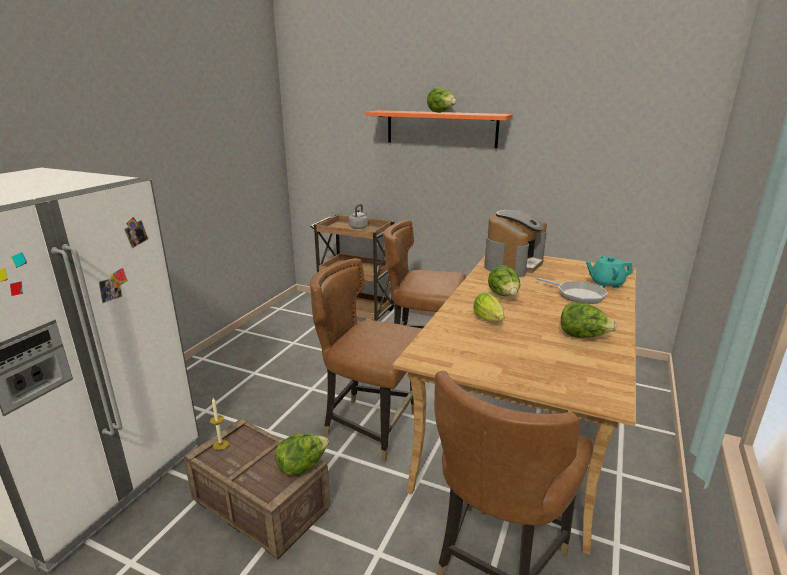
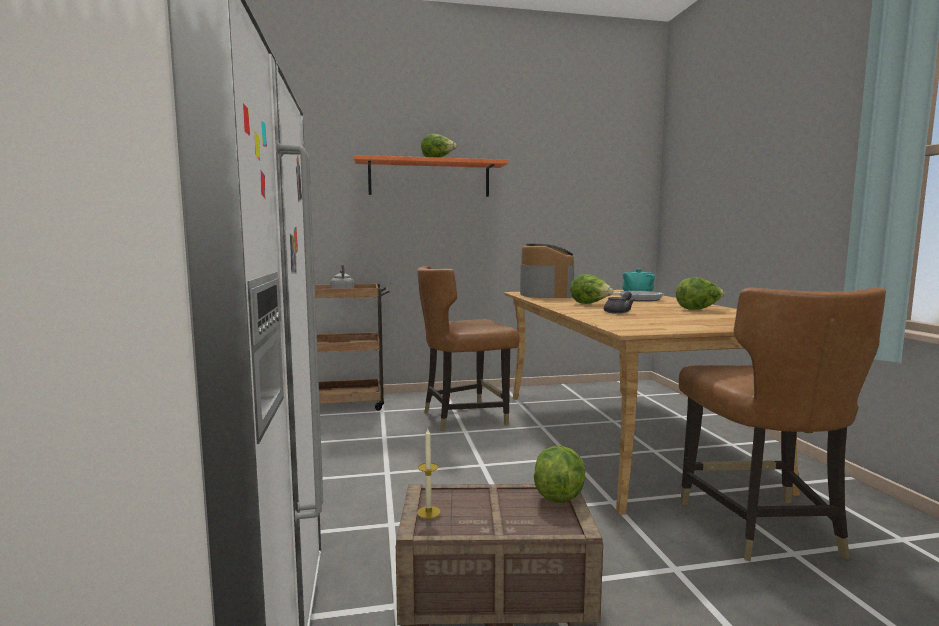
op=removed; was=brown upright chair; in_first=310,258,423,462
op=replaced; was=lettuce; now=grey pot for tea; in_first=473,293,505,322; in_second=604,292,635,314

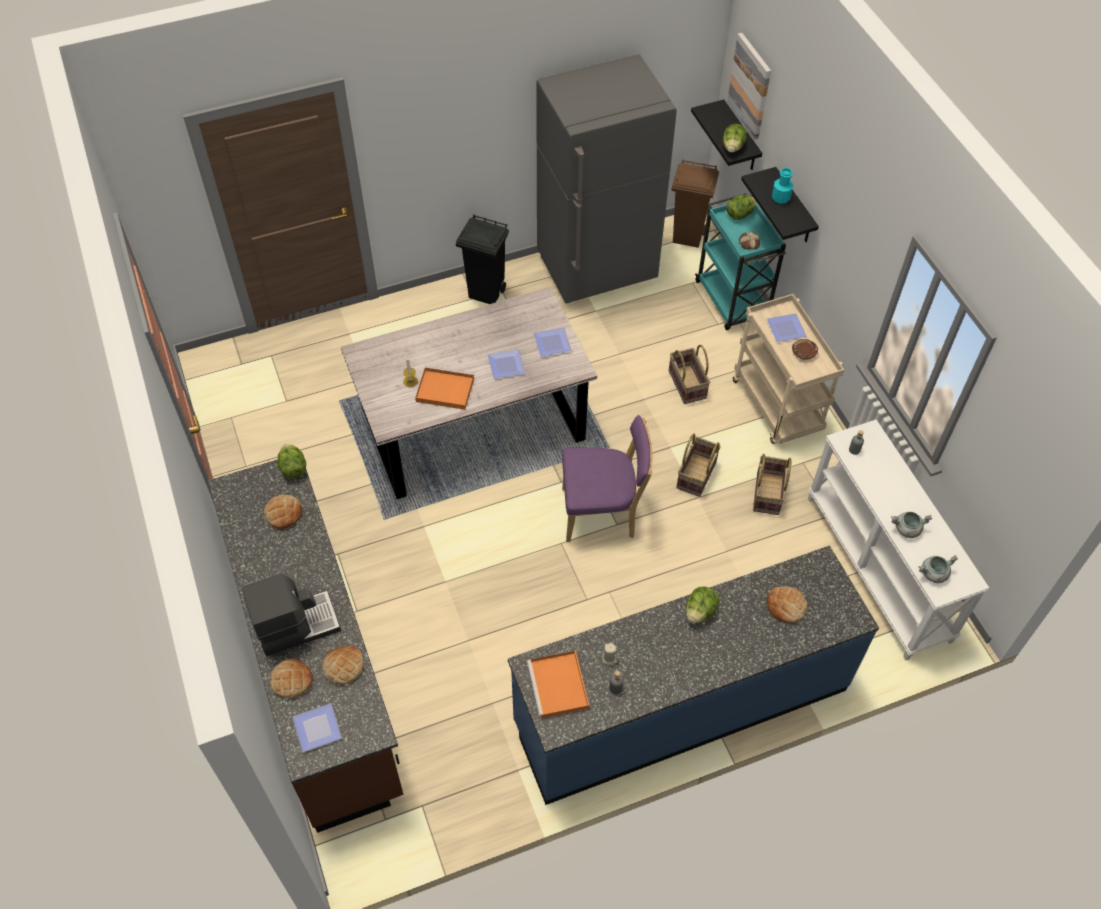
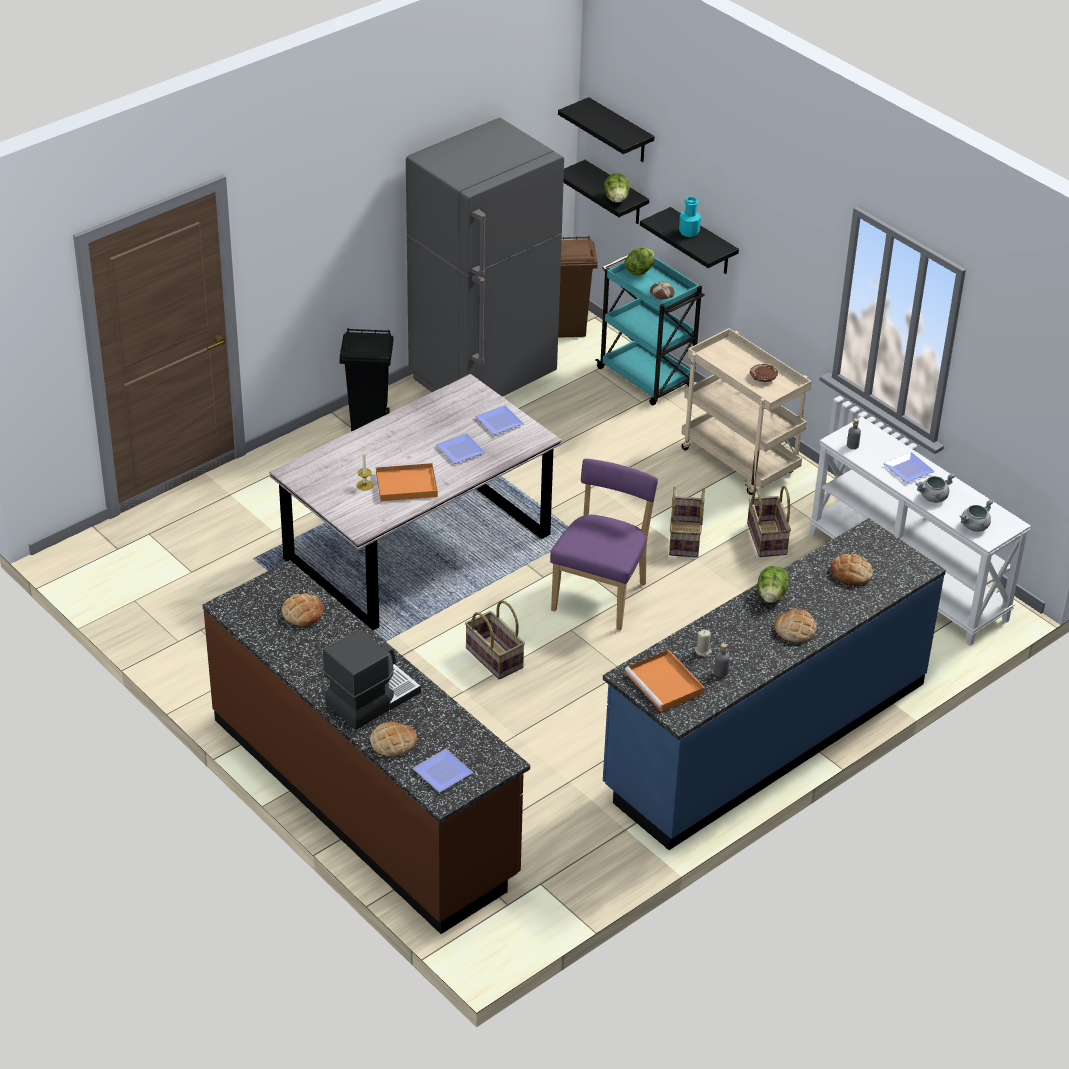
op=removed; was=lettuce; in_first=278,444,306,479
op=moved; was=baked bread; in_first=322,645,364,685; in_second=774,609,817,642
op=turned; was=purple-coloured upright chair; in_first=562,415,653,542; in_second=550,459,658,631; clockwise=-45
op=moved; was=storage basket; in_first=669,345,710,404; in_second=465,600,525,679
op=replaced; was=wall art; now=blackish bracket shelf; in_first=727,33,771,140; in_second=558,97,655,162
op=moved; was=flat dish; in_first=767,313,807,342; in_second=883,452,935,483

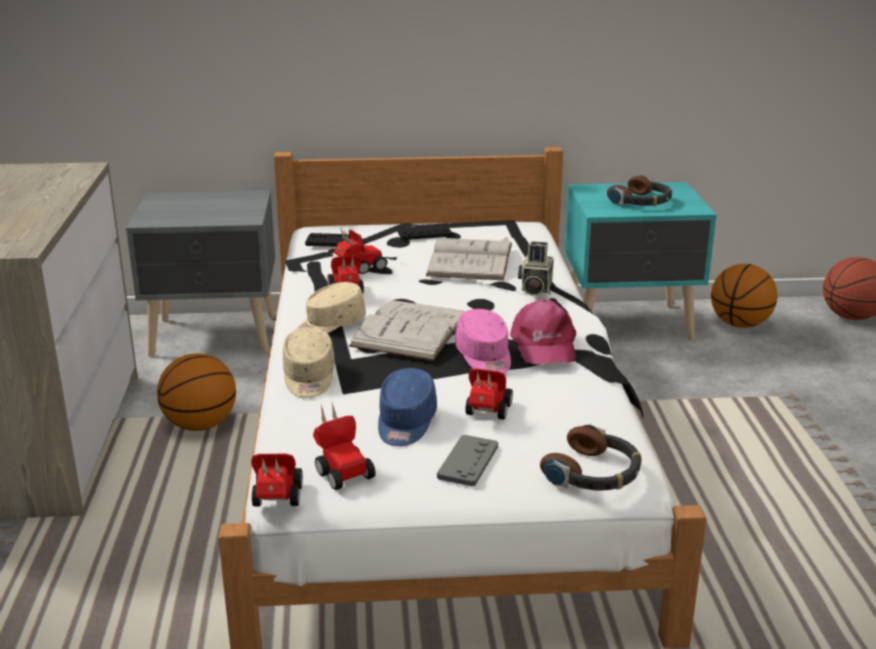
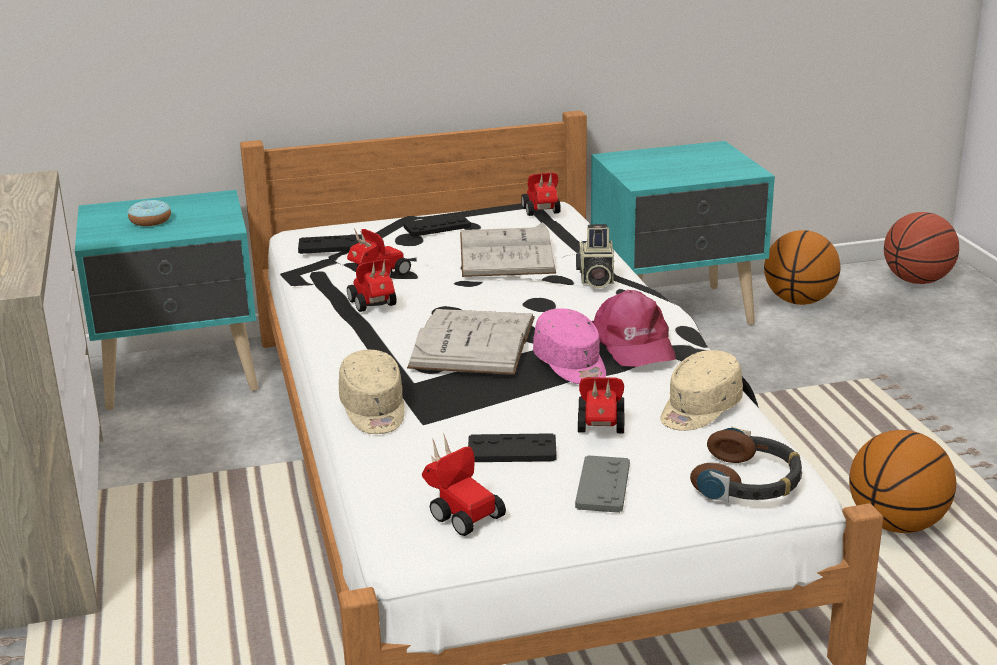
op=recoloured; was=grey bedside table; now=blue-green bedside table; in_first=126,191,275,357; in_second=75,190,258,410
op=moved; was=ball for basketball; in_first=157,354,236,431; in_second=849,430,956,533
op=moved; was=toy car; in_first=251,454,303,506; in_second=521,173,561,216
op=moved; was=sand-coloured cap; in_first=296,282,366,333; in_second=660,350,743,431
op=replaced; was=bluish cap; now=blackish joypad; in_first=378,368,437,446; in_second=468,433,557,462
op=removed; was=headphones; in_first=607,175,672,206
op=added; now=doughnut; in_second=127,200,171,226

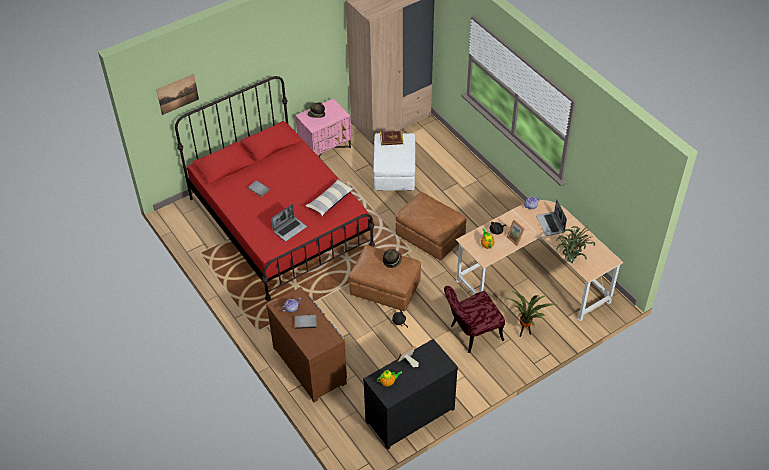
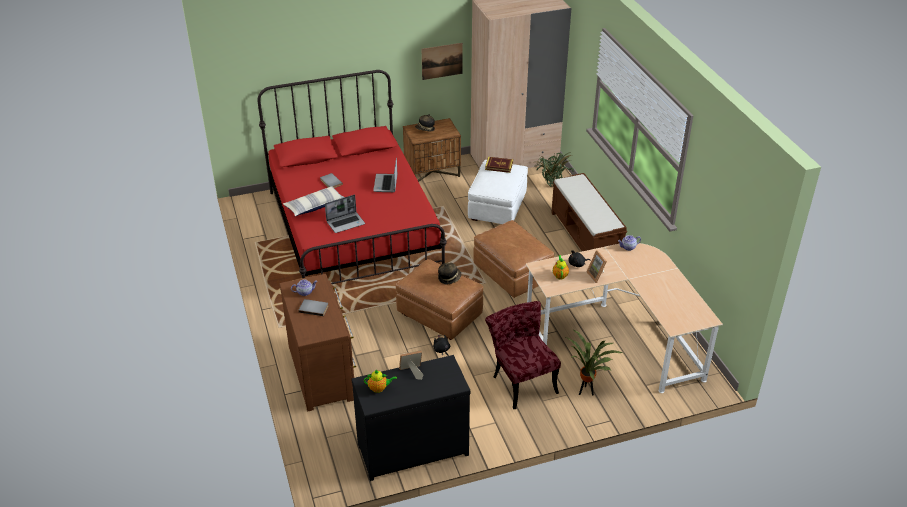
op=moved; was=wall art; in_first=156,74,199,115; in_second=422,43,463,80
op=recoloured; was=pink bedside table; now=brown bedside table; in_first=295,99,351,157; in_second=403,118,461,182
op=moved; was=throw pillow; in_first=305,179,355,216; in_second=283,186,344,216
op=turned; was=reddish upright chair; in_first=444,286,505,353; in_second=485,301,561,409; clockwise=75
op=moved; was=laptop; in_first=536,199,567,236; in_second=373,157,397,192
op=moved; was=potted plant; in_first=556,226,595,263; in_second=536,152,574,187
op=added; now=brown bench; in_second=551,173,627,251

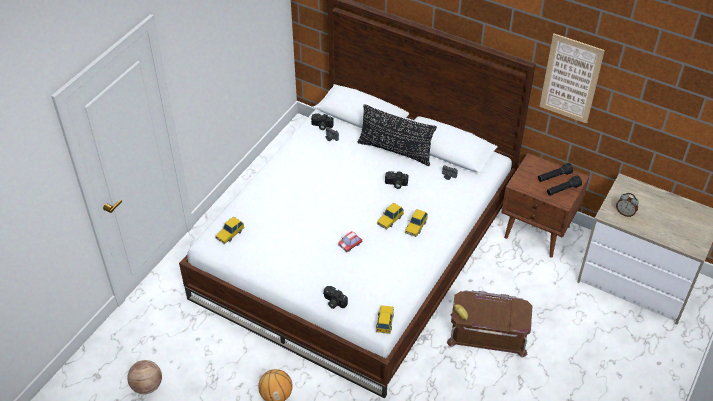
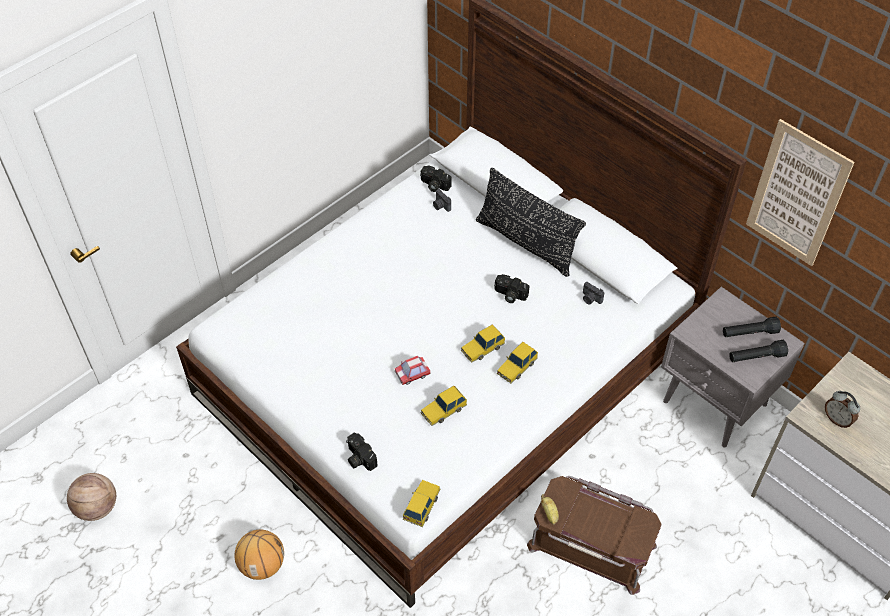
op=moved; was=toy car; in_first=216,216,245,244; in_second=420,386,467,426
op=recoloured; was=brown bedside table; now=grey bedside table; in_first=501,153,589,258; in_second=661,287,805,448

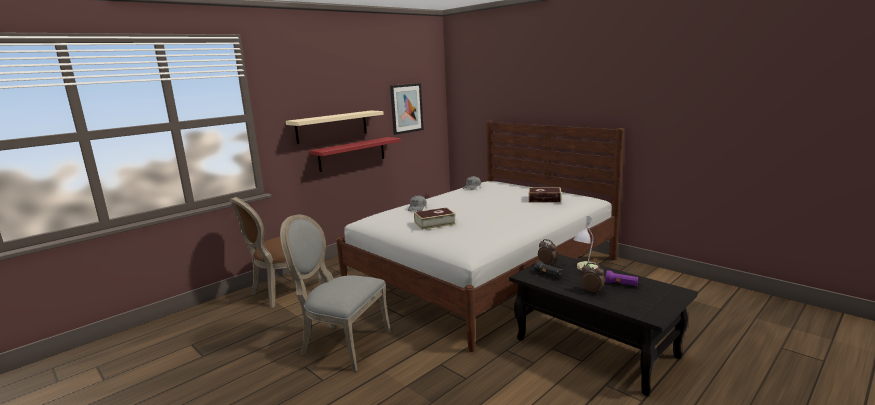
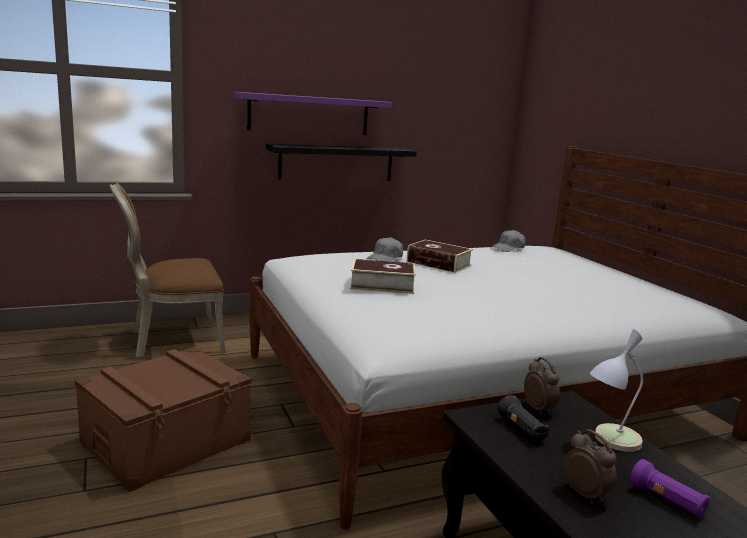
op=replaced; was=grey upright chair; now=brown storage bin; in_first=280,214,391,372; in_second=75,347,252,492
op=recoloured; was=sand-coloured bracket shelf; now=purple-coloured bracket shelf; in_first=286,111,384,144; in_second=234,92,392,135
op=recoloured; was=reddish bracket shelf; now=blackish bracket shelf; in_first=310,137,401,172; in_second=266,143,417,180
op=removed; was=wall art; in_first=390,83,424,135
op=moved; was=bound book; in_first=529,187,561,203; in_second=407,240,473,273

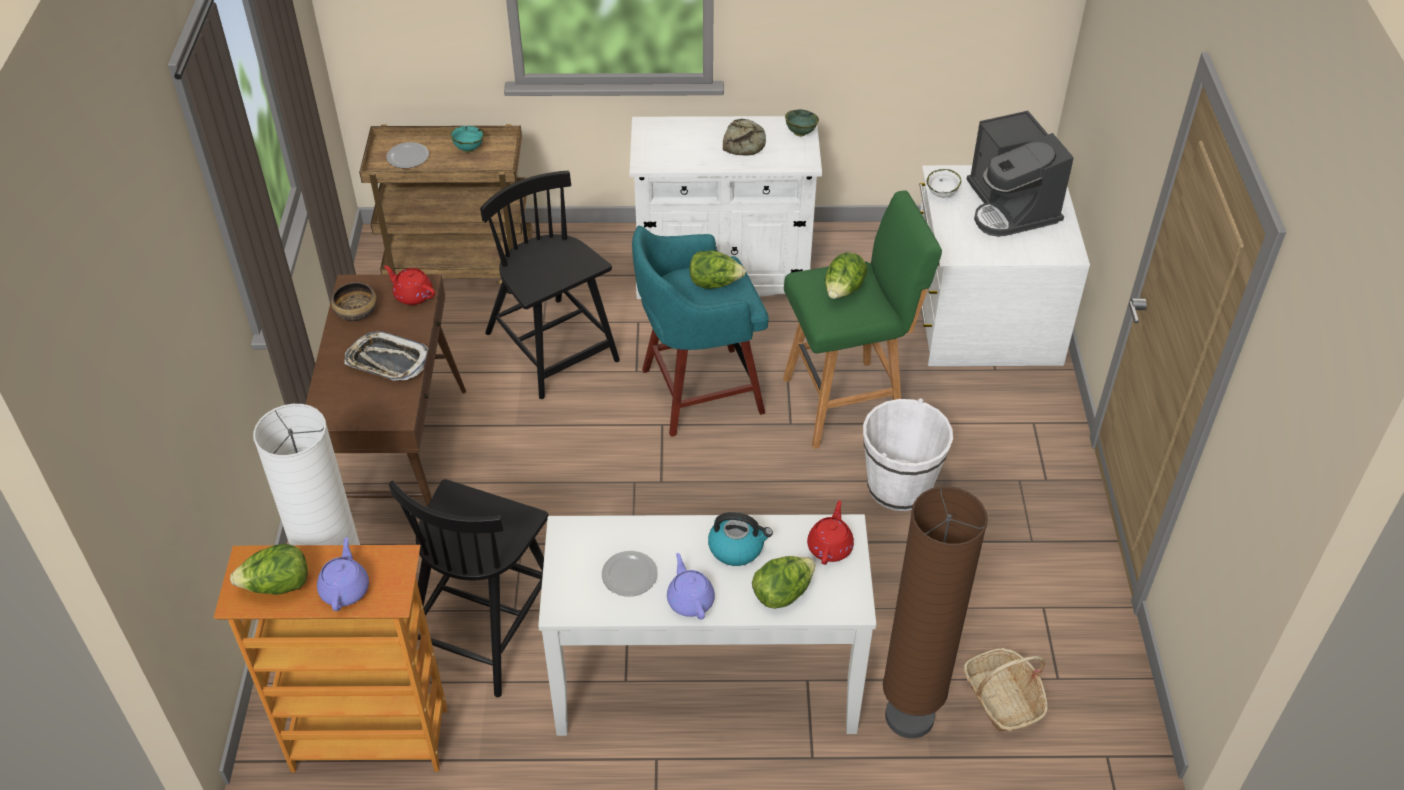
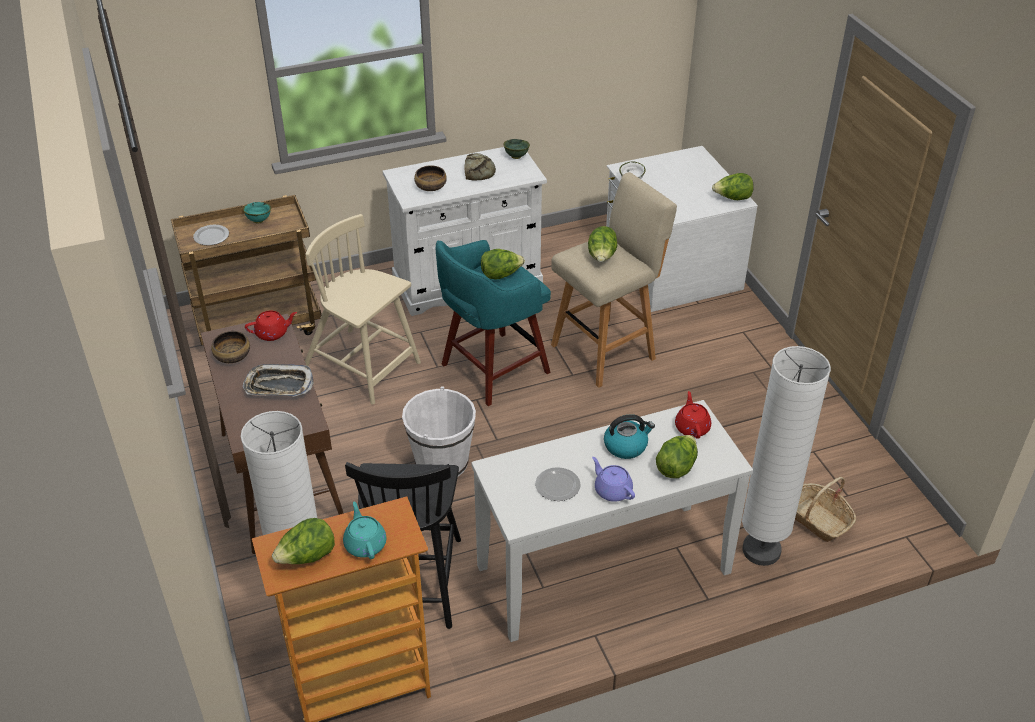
op=recoloured; was=purple-coloured pot for tea; now=blue-green pot for tea; in_first=317,537,369,611; in_second=343,502,386,559
op=turned; was=reddish pot for tea; in_first=384,266,435,305; in_second=245,310,297,341; clockwise=150
op=recoloured; was=blackish upright chair; now=sand-coloured upright chair; in_first=480,171,620,399; in_second=305,214,421,405
op=recoloured; was=green-coloured sitting stool; now=sand-coloured sitting stool; in_first=783,190,942,449; in_second=551,172,677,388
op=moved; was=white pail; in_first=863,399,953,511; in_second=402,386,476,477
op=recoloured; was=brown floor lamp; now=white floor lamp; in_first=883,486,988,738; in_second=742,346,831,566
op=removed; was=coffee machine; in_first=966,111,1074,237
op=added; now=deep dish; in_second=414,165,447,191
op=added; now=lettuce; in_second=712,173,754,200

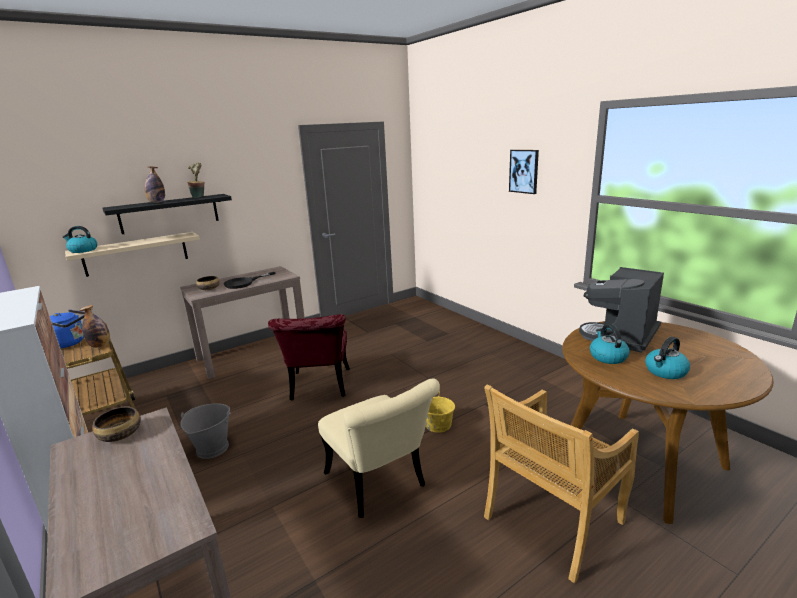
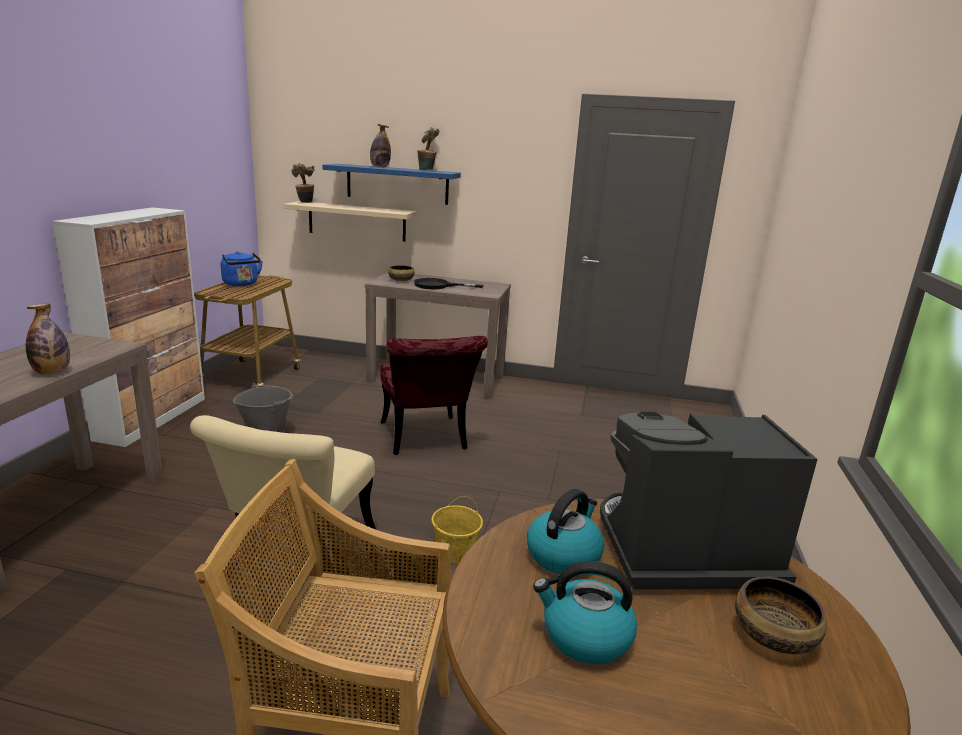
op=replaced; was=water kettle; now=potted plant; in_first=63,226,97,253; in_second=291,163,314,203
op=moved; was=bottle; in_first=79,305,110,348; in_second=26,303,70,375
op=moved; was=deep dish; in_first=92,406,141,442; in_second=735,576,827,654
op=recoloured; was=blackish bracket shelf; now=bluish bracket shelf; in_first=103,194,232,234; in_second=322,164,461,205
op=turned; was=reddish upright chair; in_first=268,314,350,400; in_second=380,336,488,455; clockwise=-60
op=removed; was=wall art; in_first=509,150,539,194

